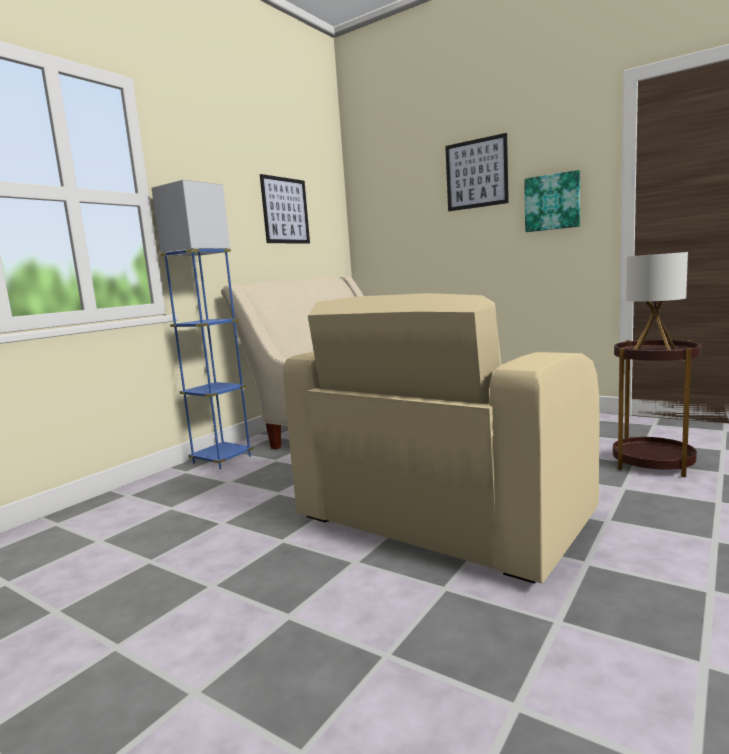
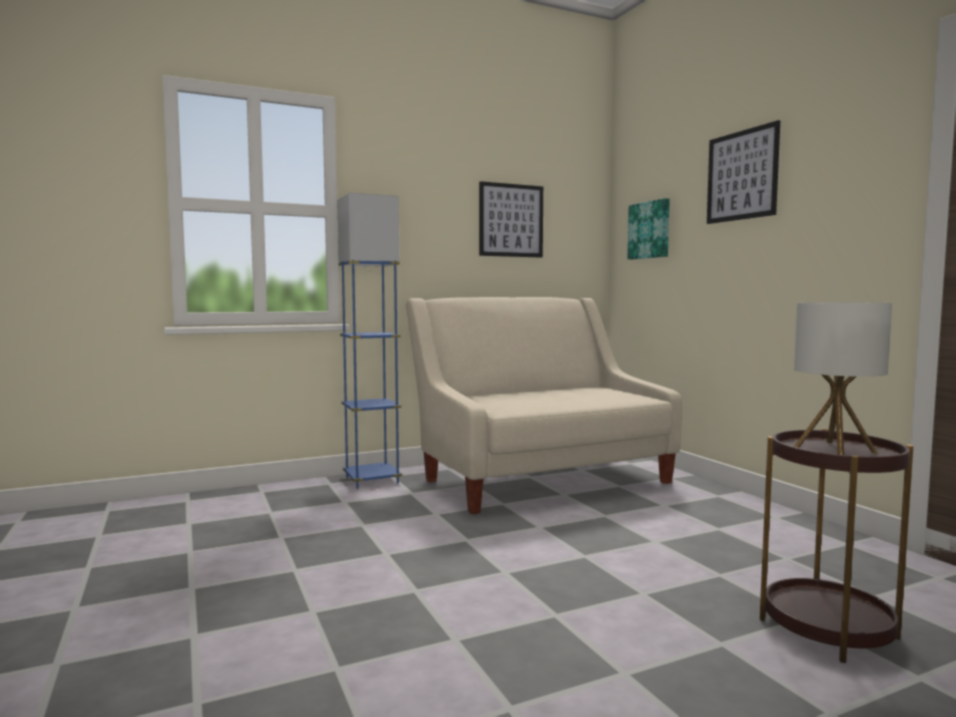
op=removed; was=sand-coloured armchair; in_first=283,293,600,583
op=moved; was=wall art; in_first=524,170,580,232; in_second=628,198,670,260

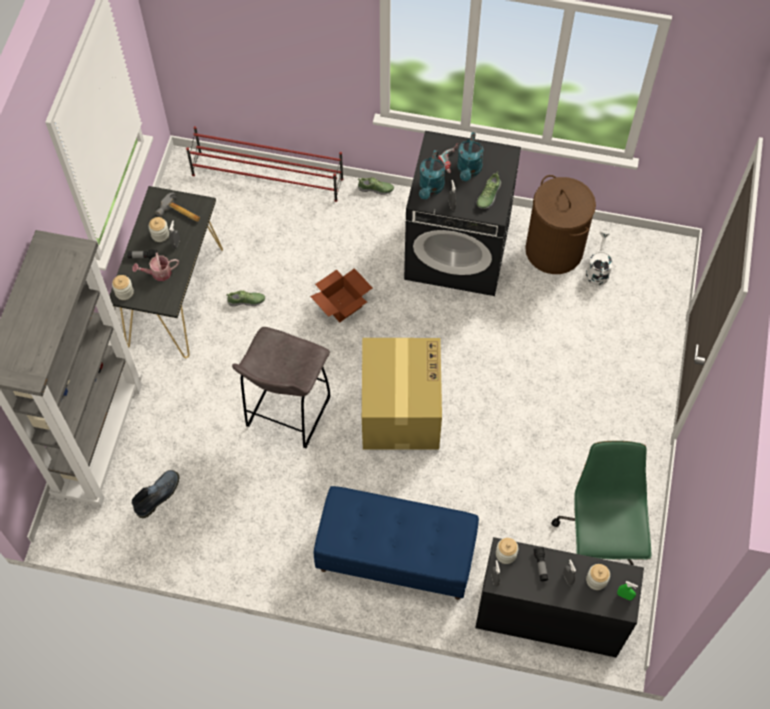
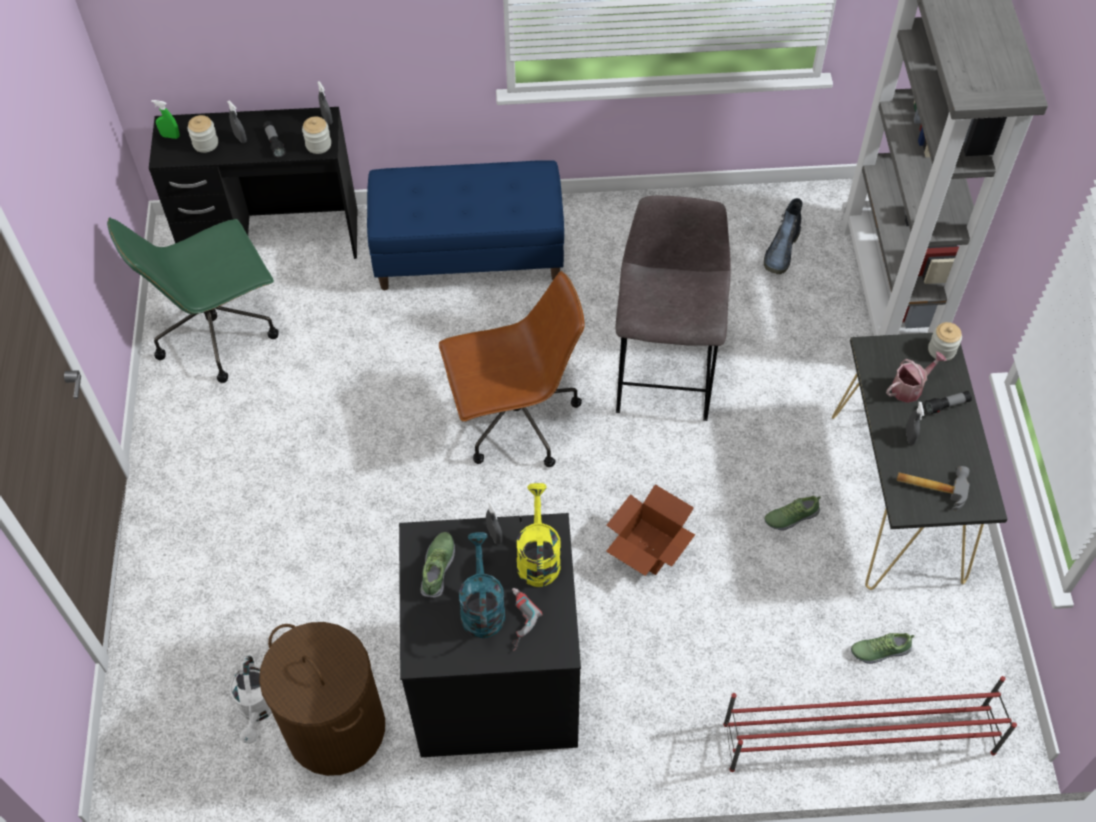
op=removed; was=jar; in_first=148,217,169,242
op=moved; was=shoe; in_first=358,177,394,195; in_second=851,633,915,664
op=replaced; was=carton; now=brown desk chair; in_first=362,338,442,450; in_second=439,271,585,467
op=recoloured; was=blue-green sprinkling can; now=yellowish sprinkling can; in_first=419,150,445,199; in_second=517,483,561,587
op=turned; was=green-coloured desk chair; in_first=551,441,651,565; in_second=107,217,278,383; clockwise=75

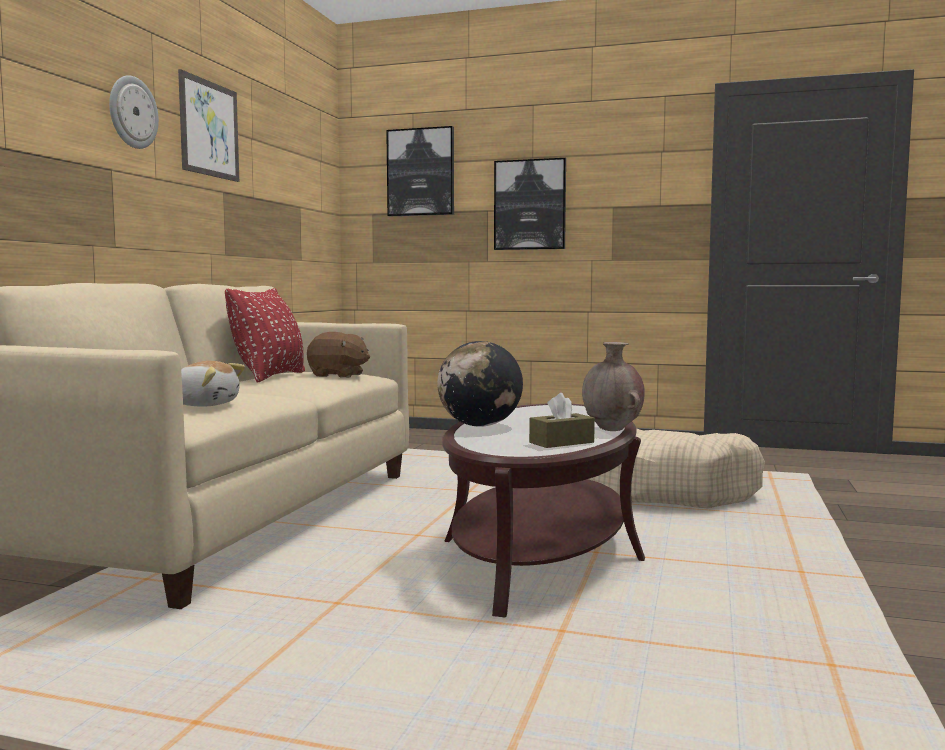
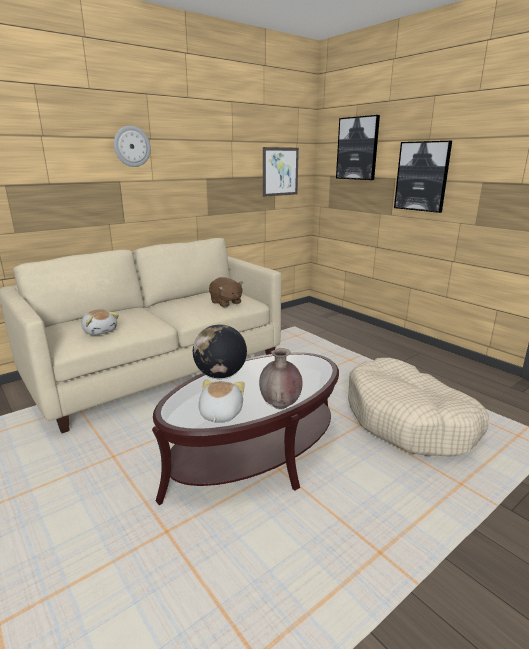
op=moved; was=wall art; in_first=178,69,239,182; in_second=263,147,299,197
op=removed; was=reddish throw pillow; in_first=225,288,305,383
op=replaced; was=brown box of tissues; now=plush toy; in_first=529,393,595,448; in_second=198,380,245,422

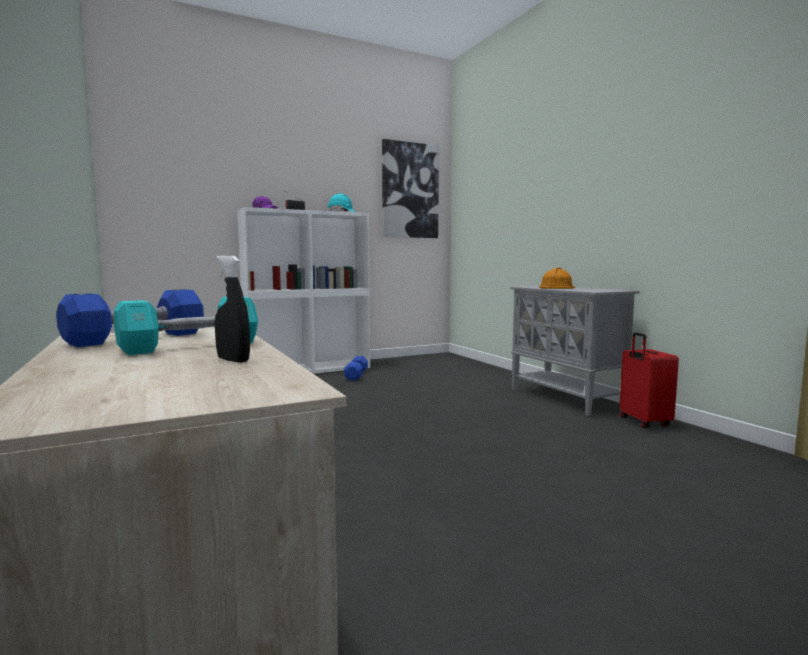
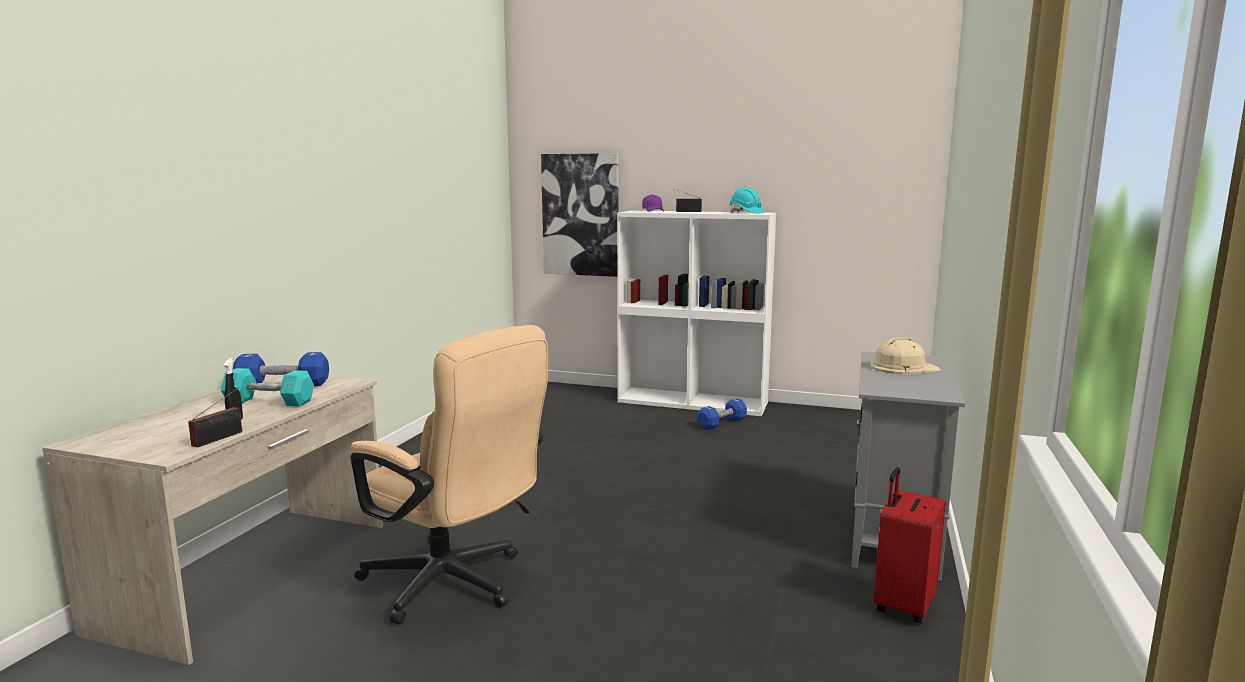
op=moved; was=wall art; in_first=382,139,439,238; in_second=541,153,618,277
op=recoloured; was=orange-coloured safety helmet; now=sand-coloured safety helmet; in_first=539,268,576,289; in_second=870,337,941,374
op=added; now=radio set; in_second=188,387,242,447
op=added; now=sand-coloured desk chair; in_second=351,325,548,625

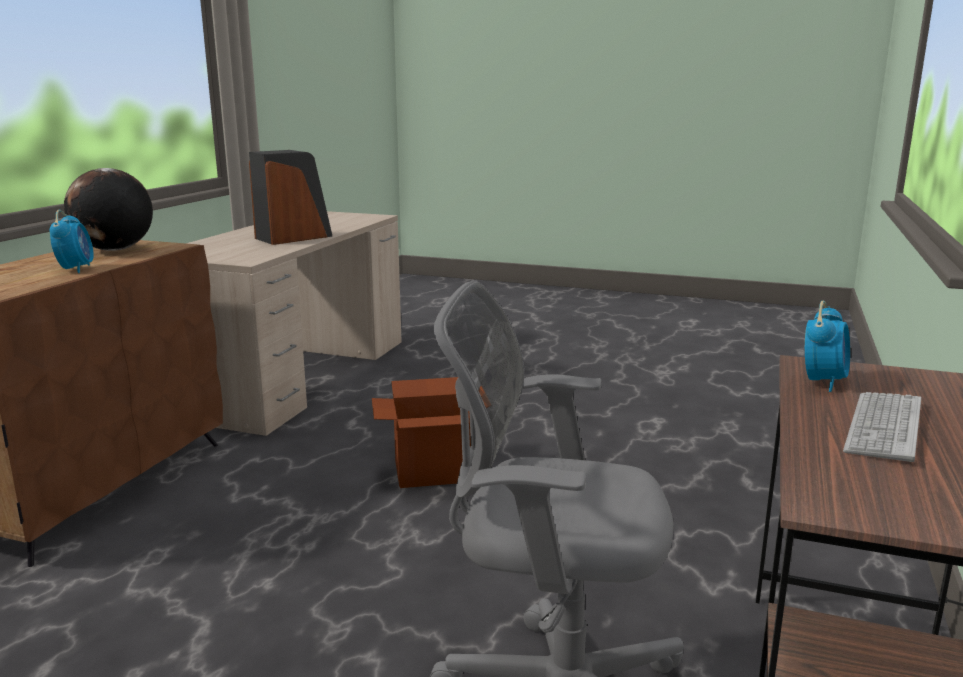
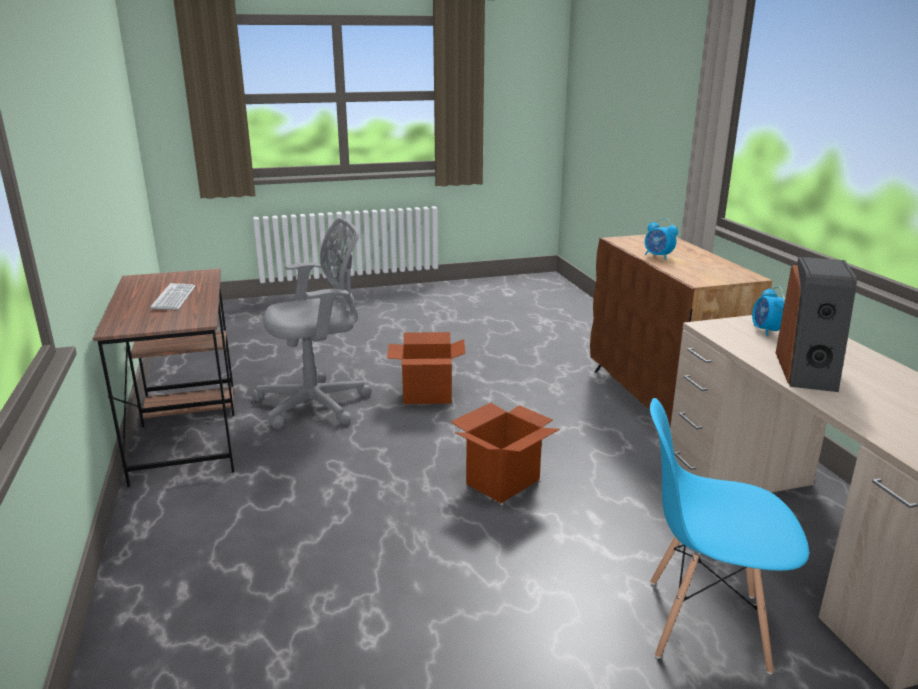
op=removed; was=globe; in_first=64,168,153,251
op=moved; was=table clock; in_first=805,301,850,392; in_second=752,286,785,336
op=added; now=carton; in_second=387,332,465,404
op=added; now=bluish upright chair; in_second=650,398,809,674

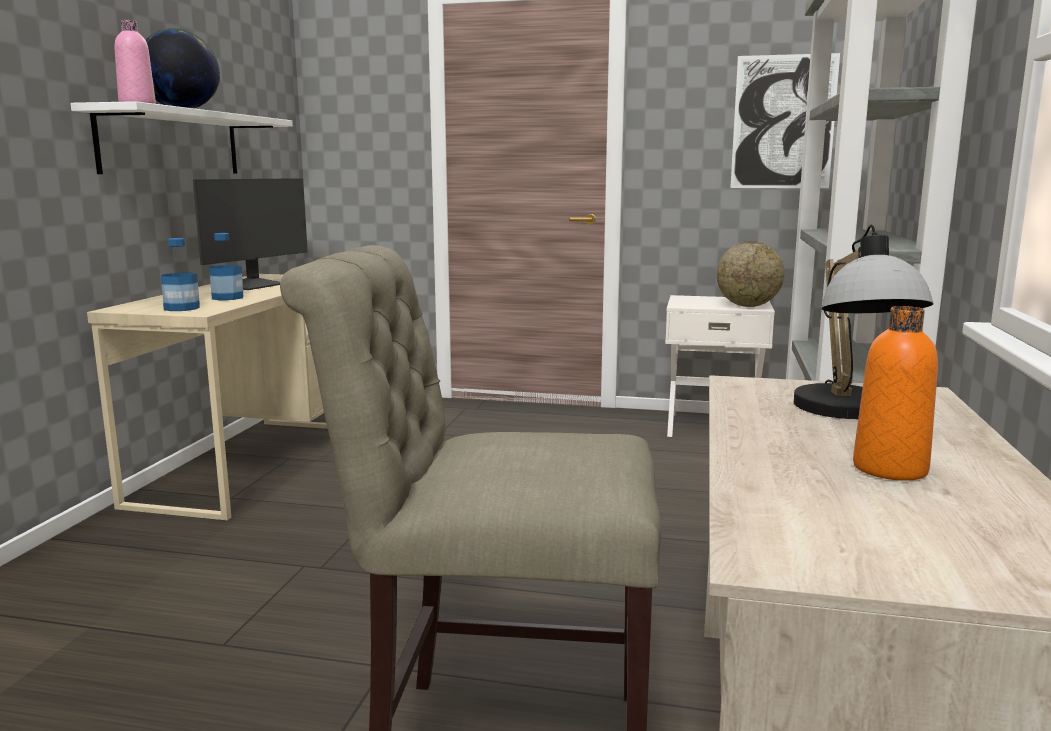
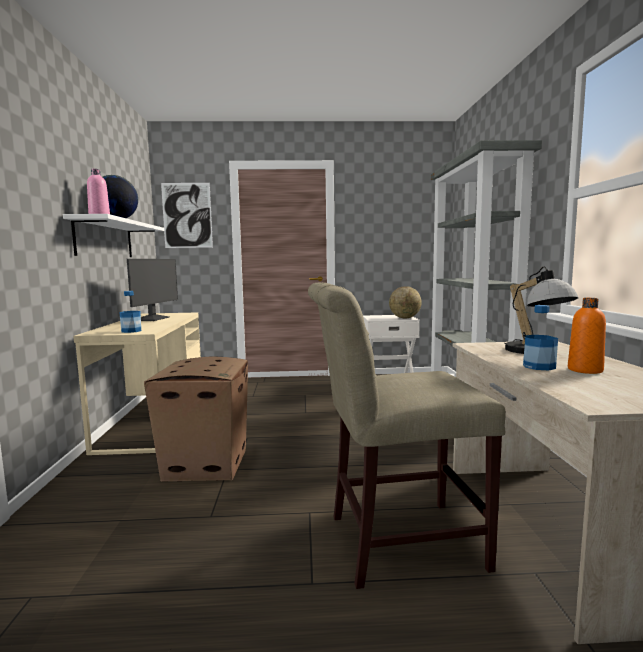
op=moved; was=bottle; in_first=209,233,243,300; in_second=523,305,558,370
op=moved; was=wall art; in_first=730,53,840,188; in_second=161,183,213,248
op=added; now=carton; in_second=144,357,248,482

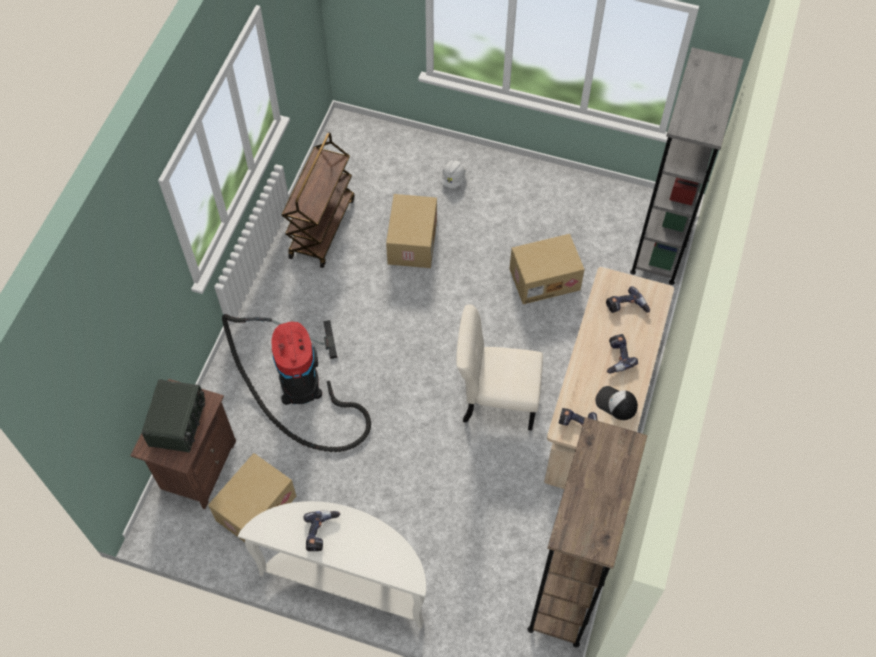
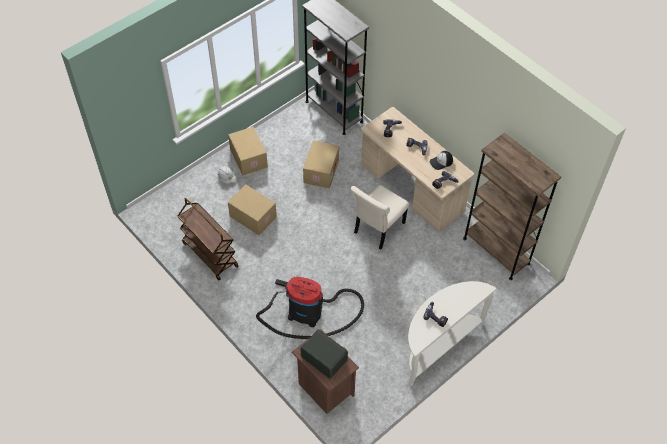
op=moved; was=carton; in_first=208,453,296,542; in_second=228,127,268,176

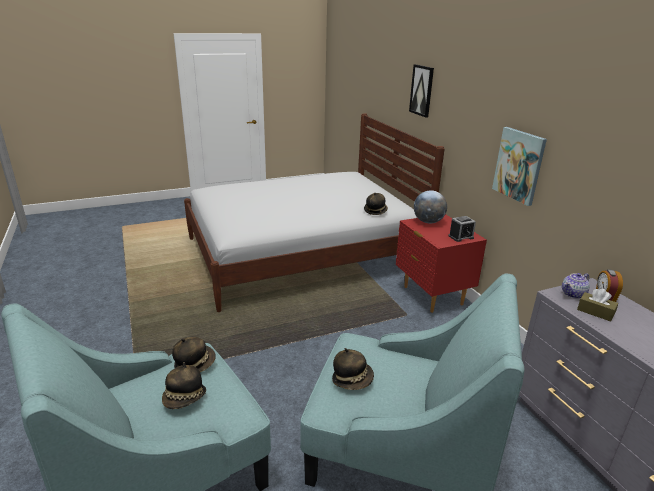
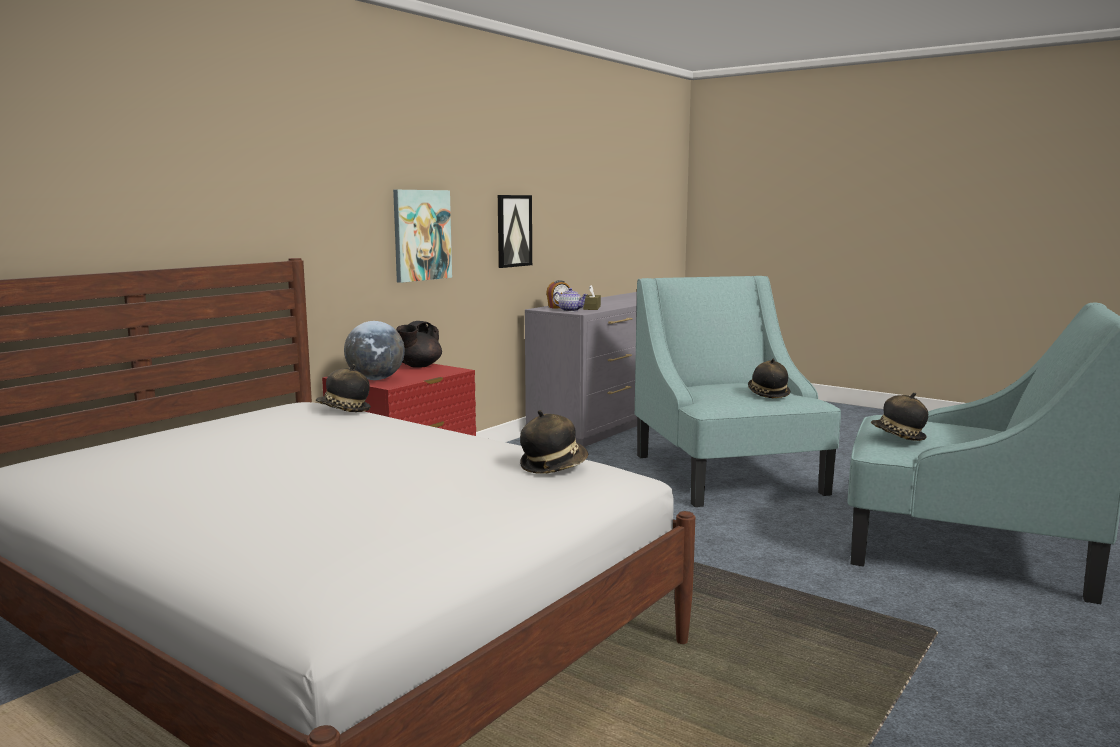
op=moved; was=wearable hat; in_first=162,362,206,409; in_second=520,410,588,473
op=moved; was=wall art; in_first=409,64,434,118; in_second=498,195,532,268
op=replaced; was=table clock; now=blackish pot for tea; in_first=449,216,476,242; in_second=396,321,442,368

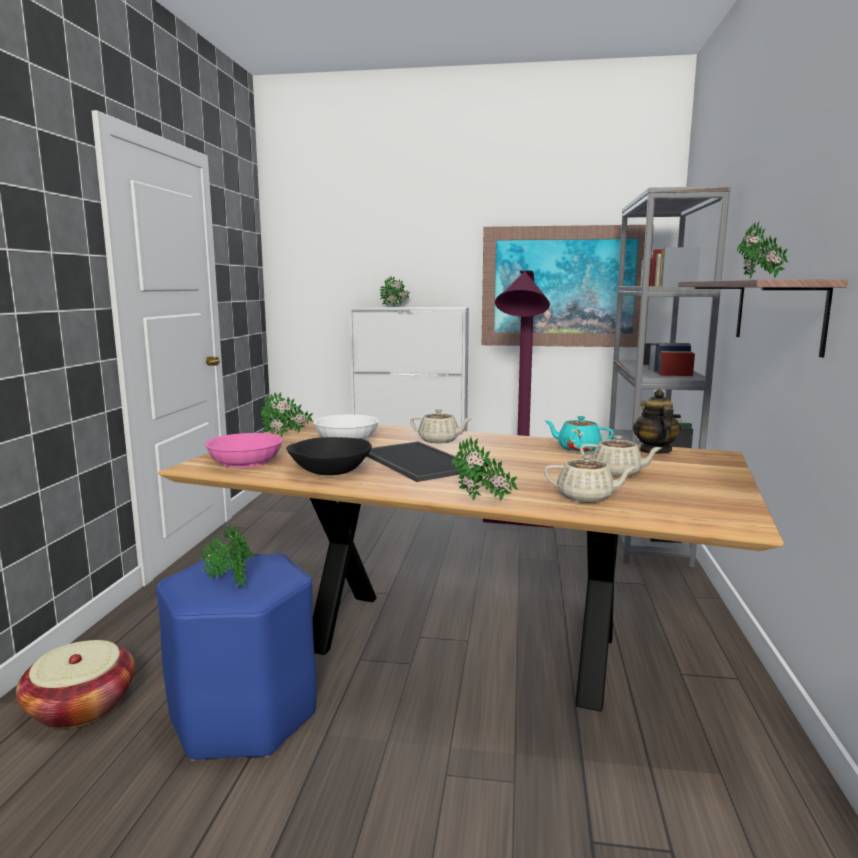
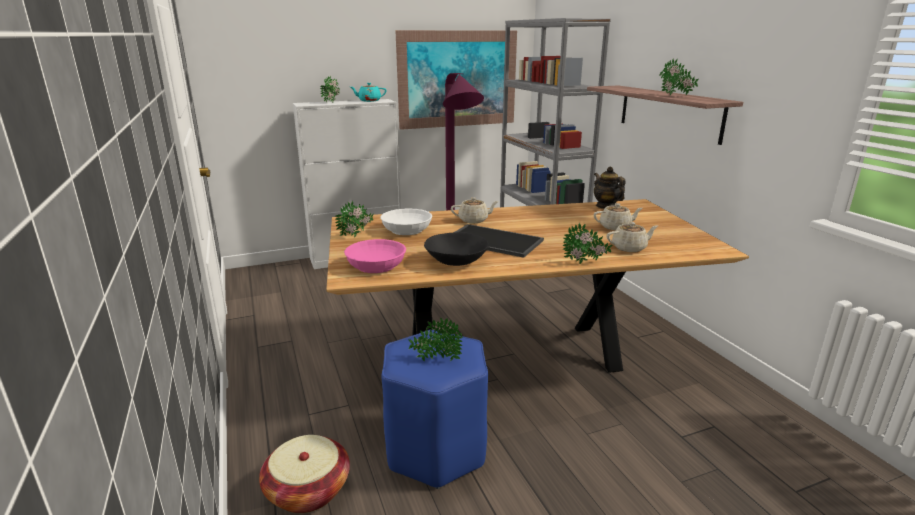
op=moved; was=blue-green pot for tea; in_first=544,416,614,452; in_second=350,83,387,102

